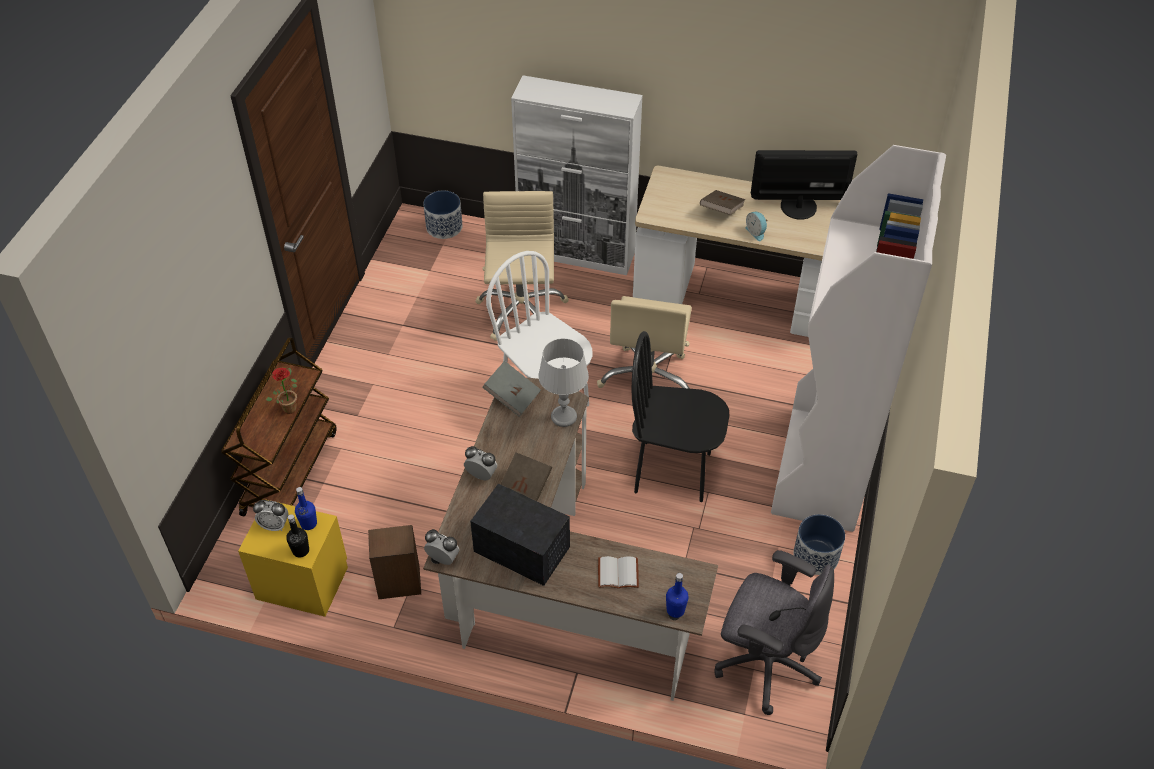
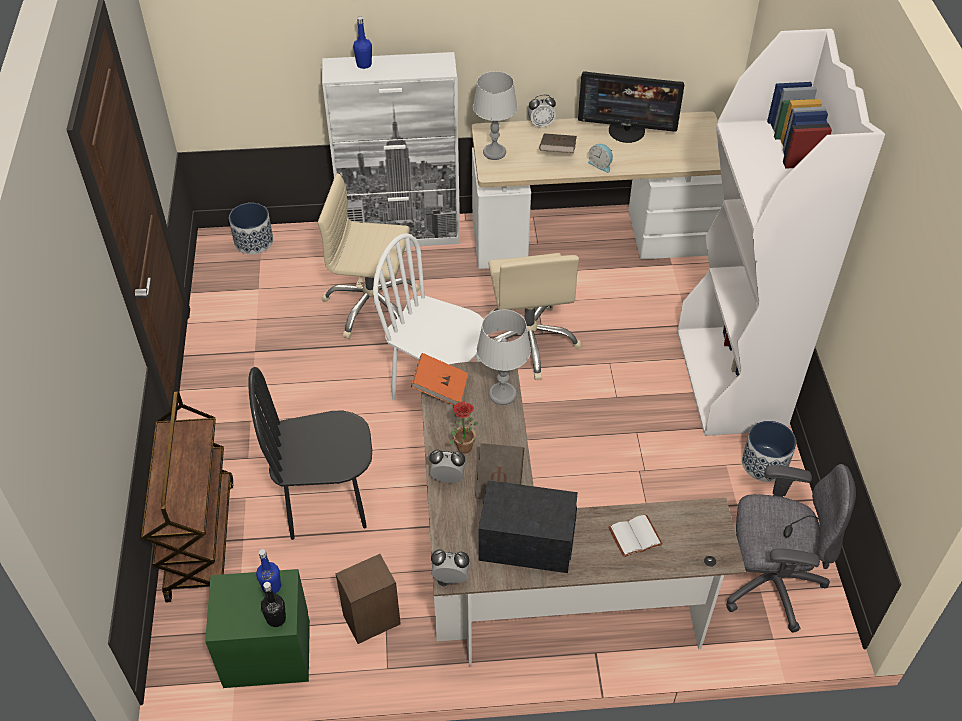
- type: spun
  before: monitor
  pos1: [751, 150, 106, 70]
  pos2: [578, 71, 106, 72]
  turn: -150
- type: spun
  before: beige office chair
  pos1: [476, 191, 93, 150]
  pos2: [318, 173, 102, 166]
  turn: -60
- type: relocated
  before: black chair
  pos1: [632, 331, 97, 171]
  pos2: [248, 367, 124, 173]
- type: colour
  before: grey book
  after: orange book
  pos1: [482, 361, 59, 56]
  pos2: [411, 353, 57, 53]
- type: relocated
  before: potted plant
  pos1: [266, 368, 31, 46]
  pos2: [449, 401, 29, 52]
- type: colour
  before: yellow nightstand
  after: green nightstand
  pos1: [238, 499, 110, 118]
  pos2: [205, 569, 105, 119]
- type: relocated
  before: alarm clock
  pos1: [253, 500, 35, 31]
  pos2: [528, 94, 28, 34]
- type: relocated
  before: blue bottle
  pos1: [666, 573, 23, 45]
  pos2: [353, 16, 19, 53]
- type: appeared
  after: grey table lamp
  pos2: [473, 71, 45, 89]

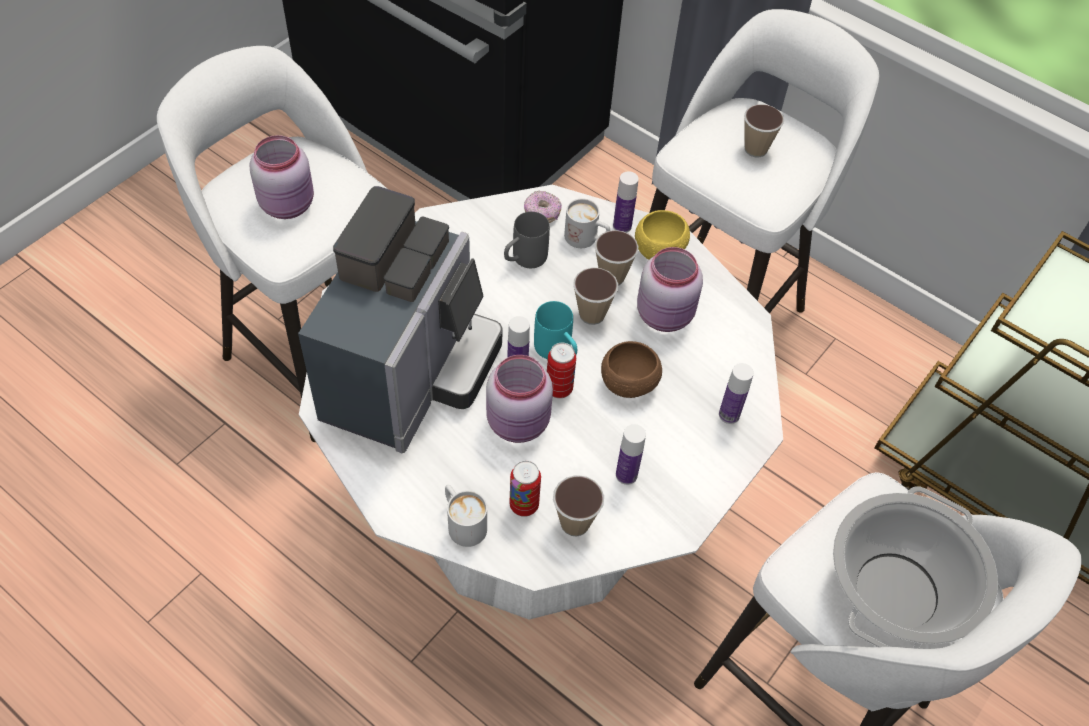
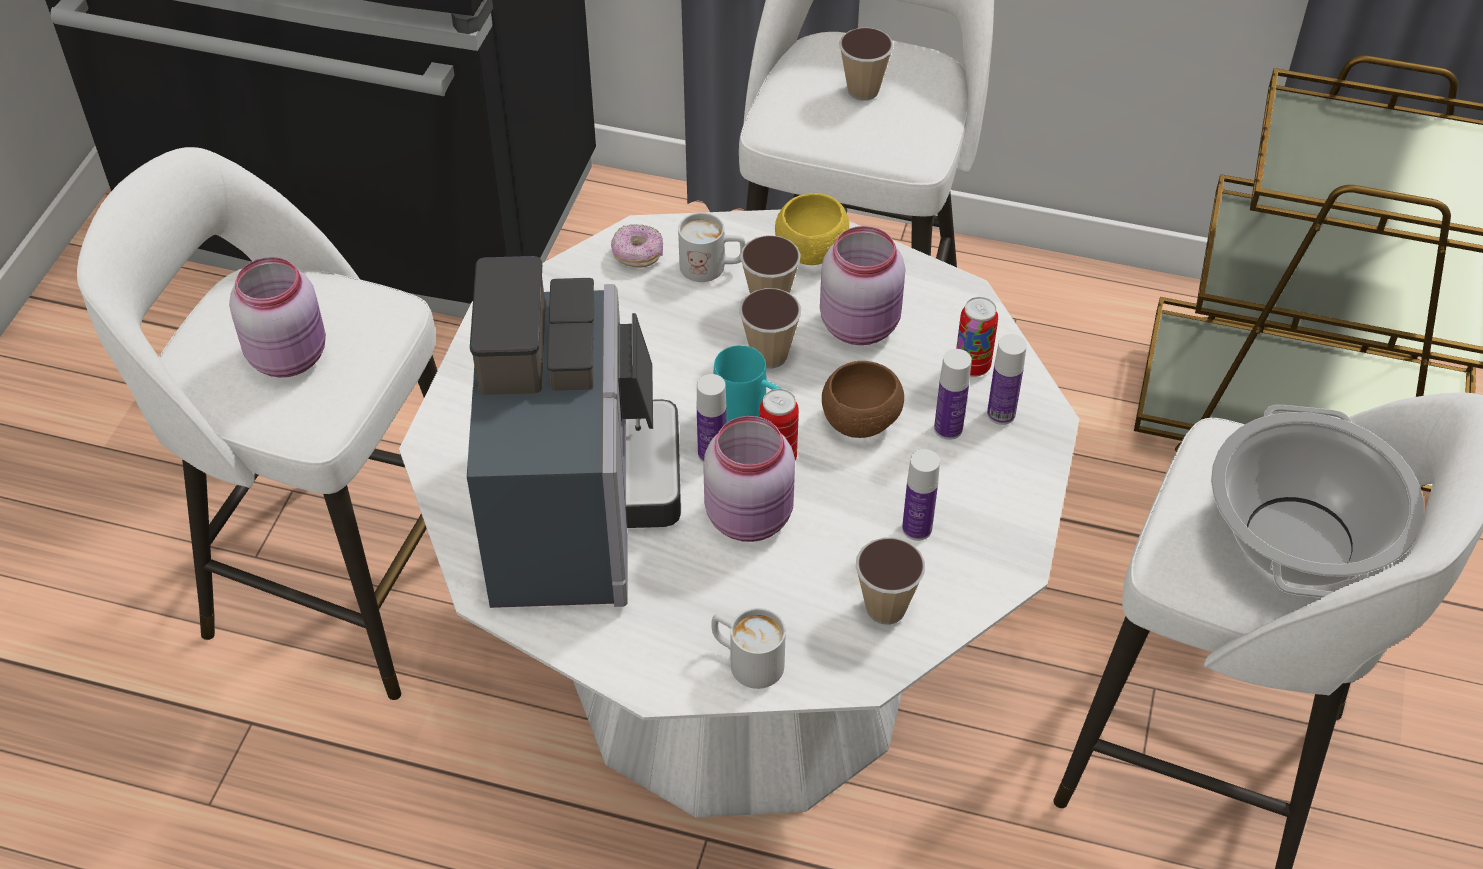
- type: relocated
  before: bottle
  pos1: [613, 171, 26, 62]
  pos2: [934, 349, 38, 91]
- type: missing
  before: grey mug
  pos1: [504, 212, 46, 56]
- type: relocated
  before: can
  pos1: [509, 461, 32, 56]
  pos2: [956, 297, 42, 80]

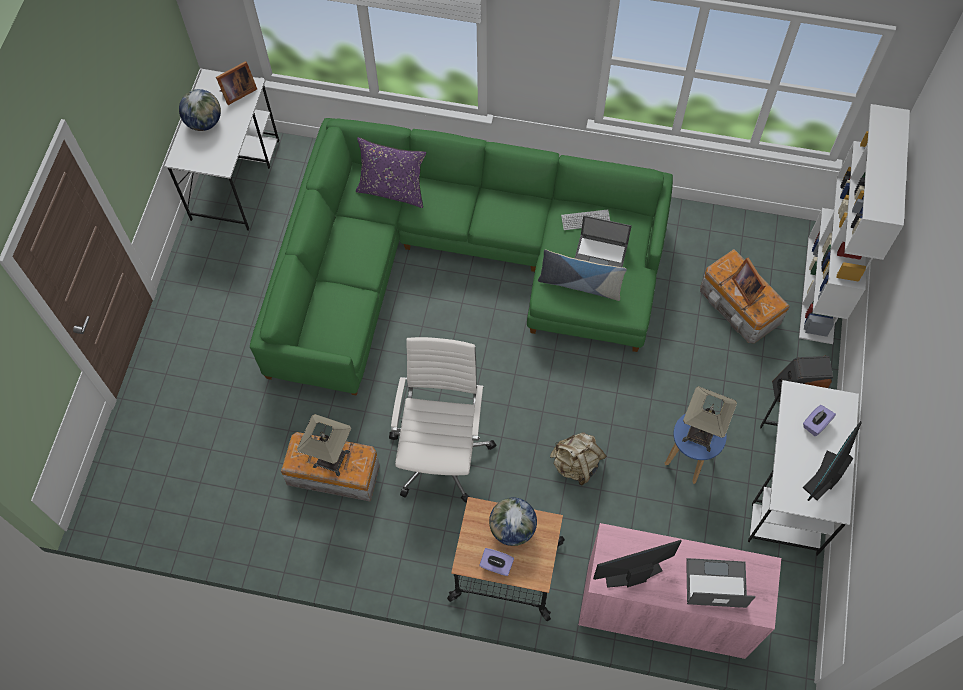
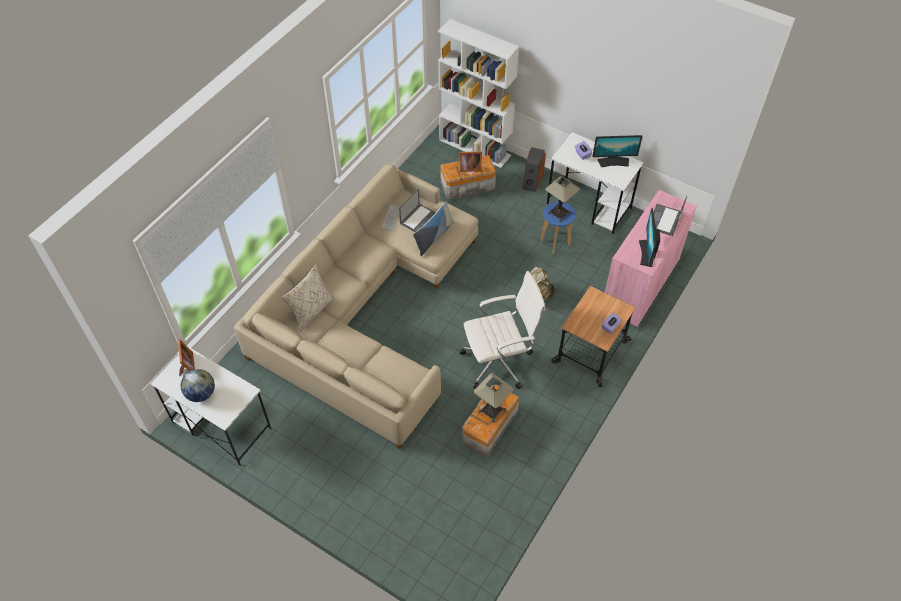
- type: colour
  before: green sofa
  after: beige sofa
  pos1: [250, 118, 423, 278]
  pos2: [234, 164, 244, 285]
- type: colour
  before: purple pillow
  after: beige pillow
  pos1: [356, 137, 70, 71]
  pos2: [281, 263, 54, 69]
- type: spun
  before: white office chair
  pos1: [389, 337, 107, 166]
  pos2: [460, 271, 85, 118]
  turn: 135
- type: spun
  before: monitor
  pos1: [803, 421, 59, 80]
  pos2: [592, 135, 51, 32]
  turn: -60
- type: missing
  before: globe
  pos1: [489, 498, 48, 48]

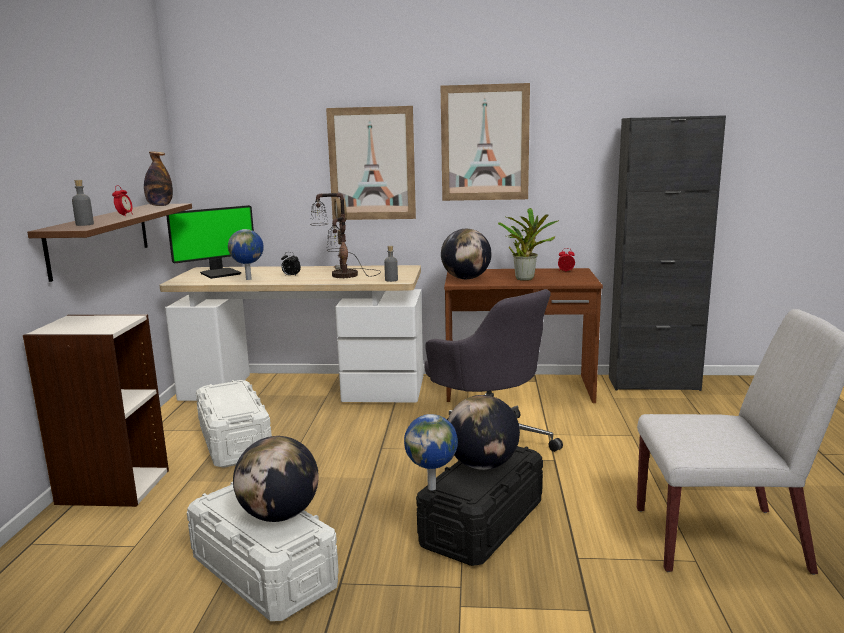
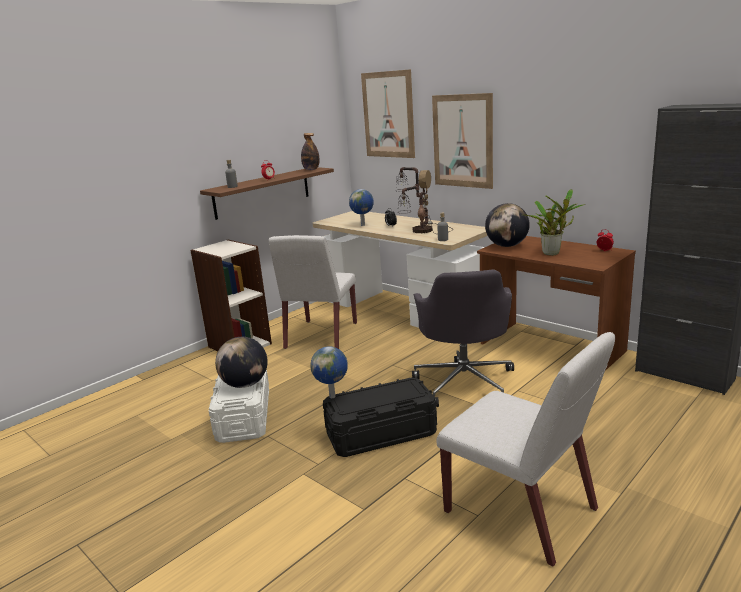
- type: relocated
  before: picture
  pos1: [441, 83, 89, 118]
  pos2: [361, 69, 54, 89]
- type: missing
  before: monitor
  pos1: [166, 205, 88, 74]
- type: exchanged
  before: white storage box
  after: white chair
  pos1: [196, 380, 76, 88]
  pos2: [269, 235, 88, 114]
- type: missing
  before: globe
  pos1: [448, 395, 72, 75]

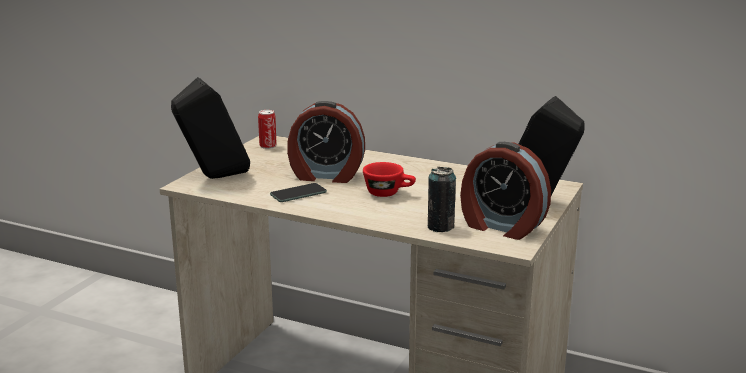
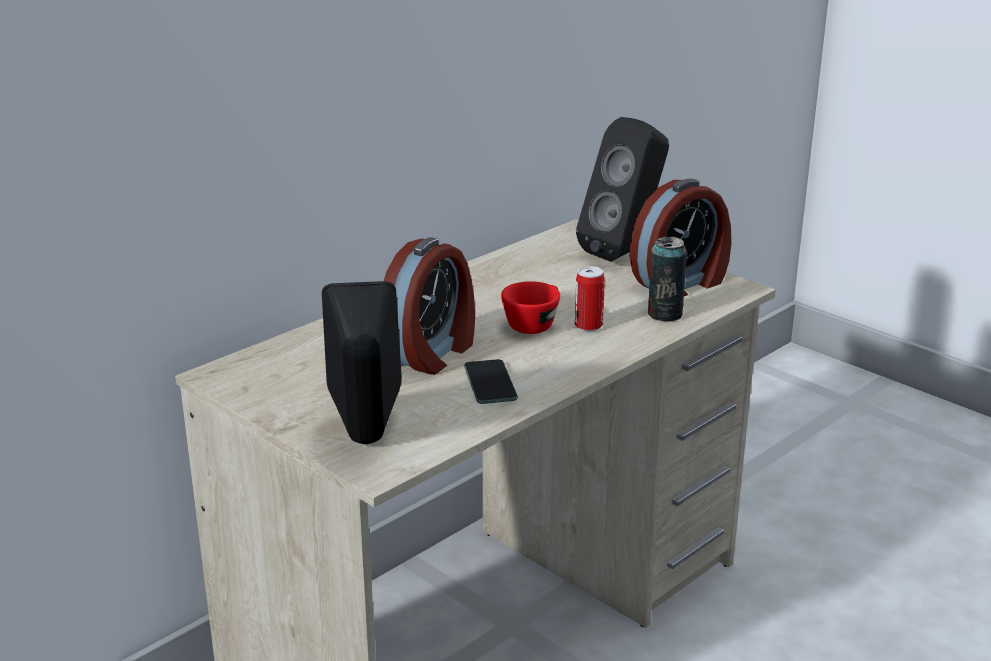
- type: relocated
  before: can
  pos1: [258, 110, 19, 39]
  pos2: [575, 266, 30, 65]

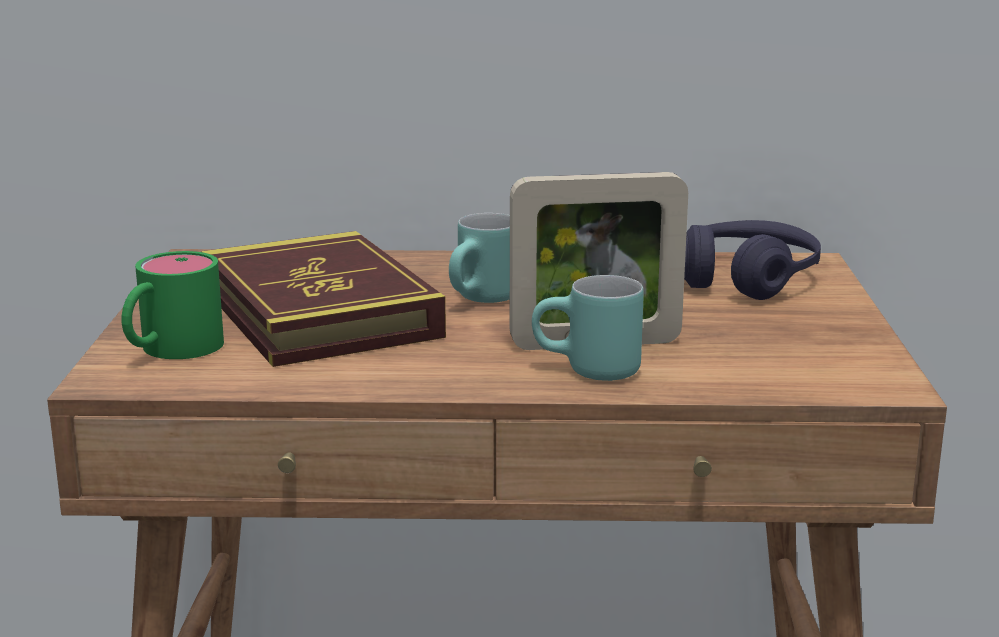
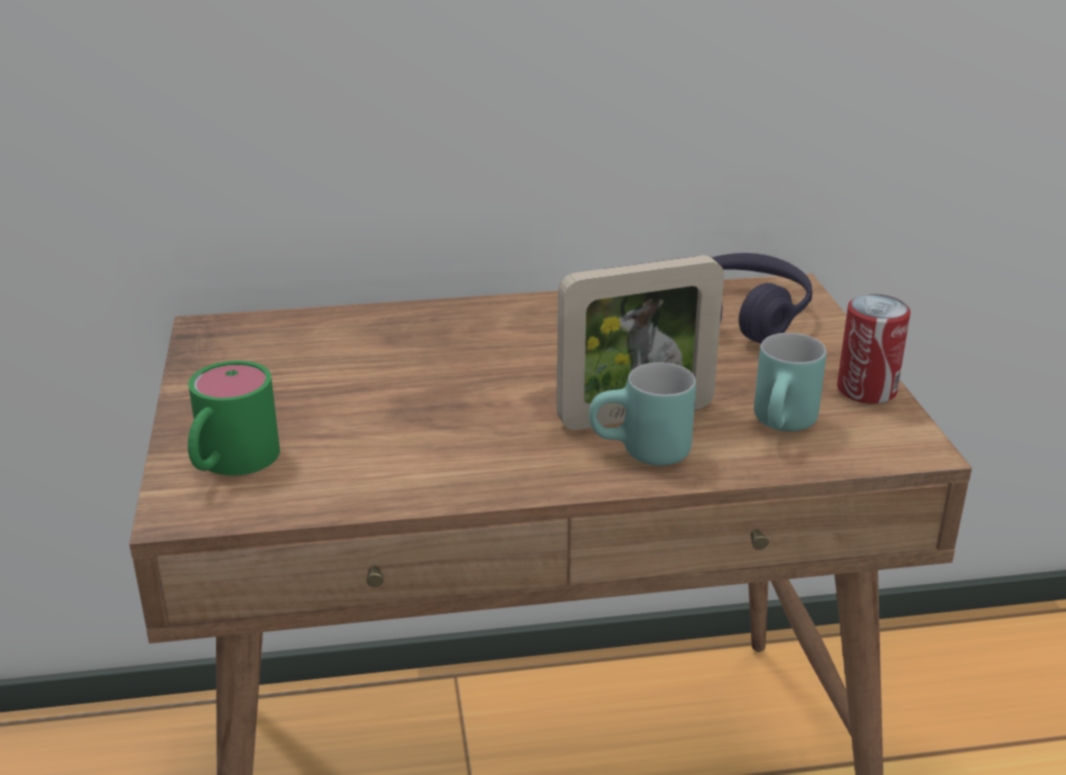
- type: relocated
  before: turquoise mug
  pos1: [449, 213, 61, 90]
  pos2: [754, 333, 72, 99]
- type: missing
  before: book
  pos1: [201, 231, 245, 136]
- type: appeared
  after: can
  pos2: [837, 294, 74, 110]

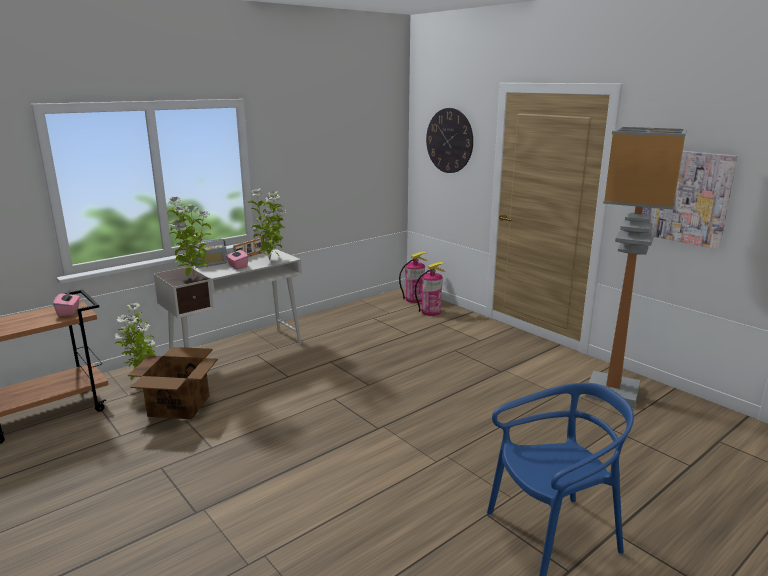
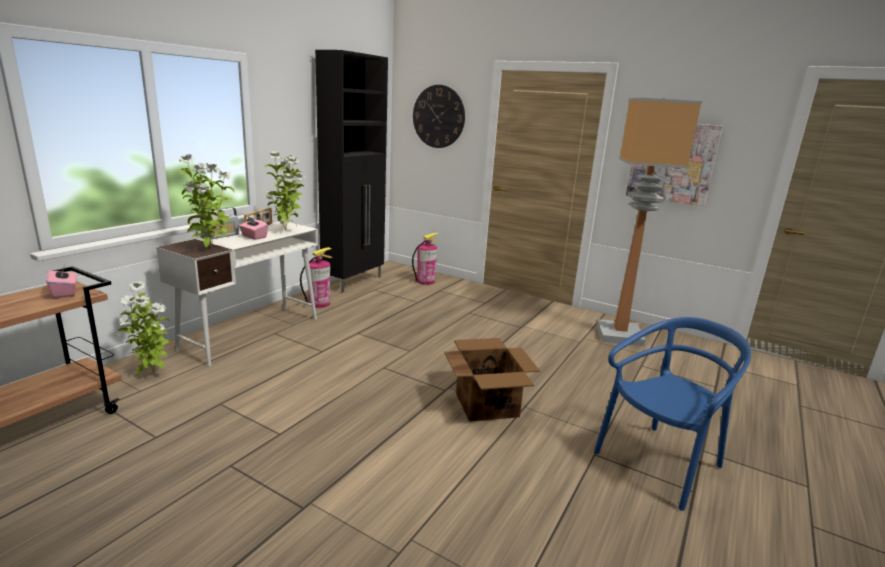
- type: relocated
  before: fire extinguisher
  pos1: [399, 252, 29, 51]
  pos2: [300, 247, 33, 61]
- type: relocated
  before: cardboard box
  pos1: [128, 347, 90, 72]
  pos2: [445, 338, 95, 84]
- type: appeared
  after: black cabinet
  pos2: [315, 50, 73, 243]

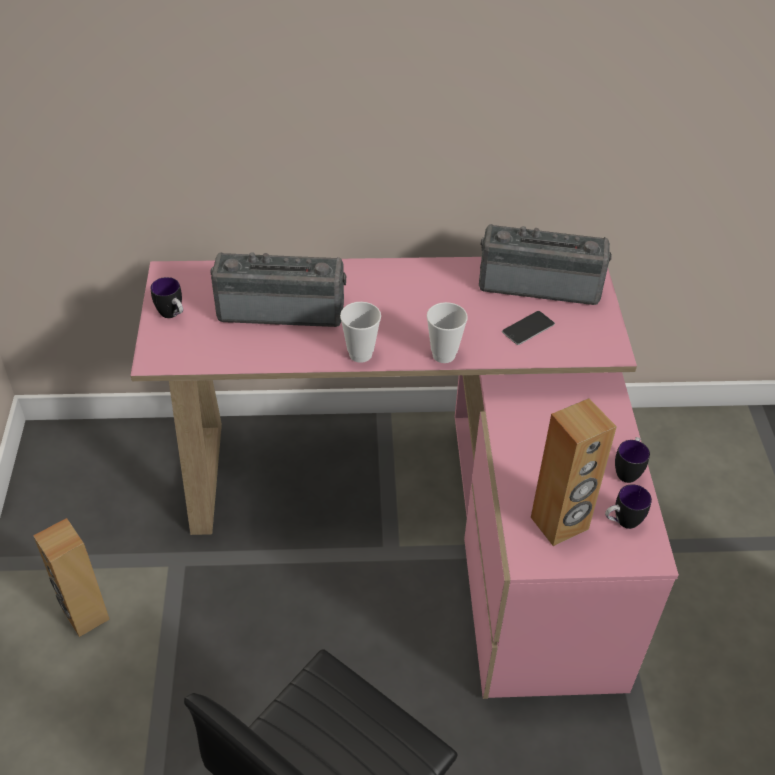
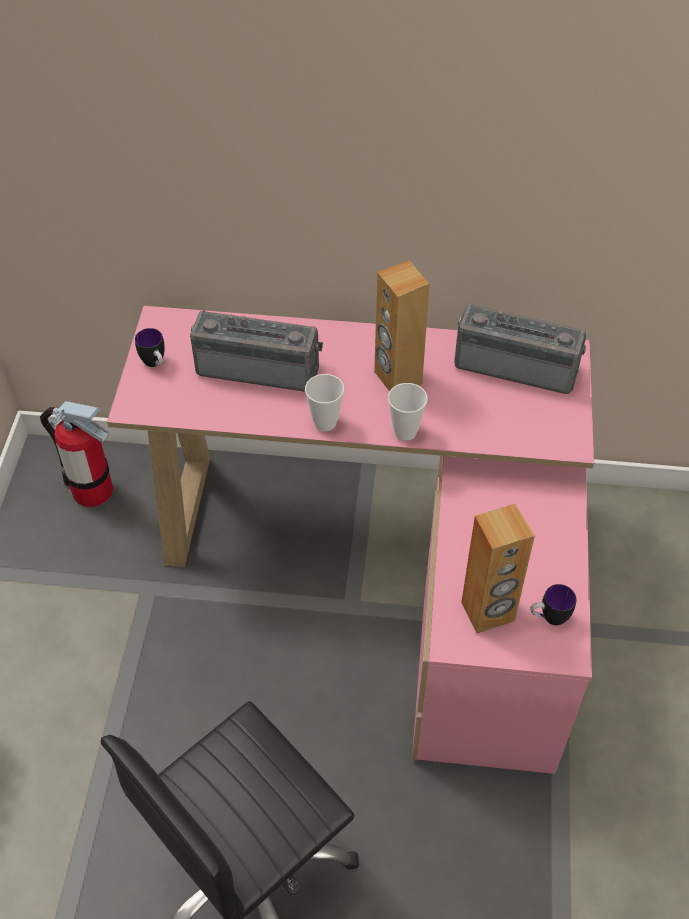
- type: missing
  before: phone
  pos1: [502, 311, 53, 34]
- type: missing
  before: mug
  pos1: [615, 437, 35, 46]
- type: relocated
  before: brown speaker
  pos1: [33, 518, 77, 119]
  pos2: [374, 260, 56, 131]
- type: appeared
  after: fire extinguisher
  pos2: [40, 401, 73, 106]

